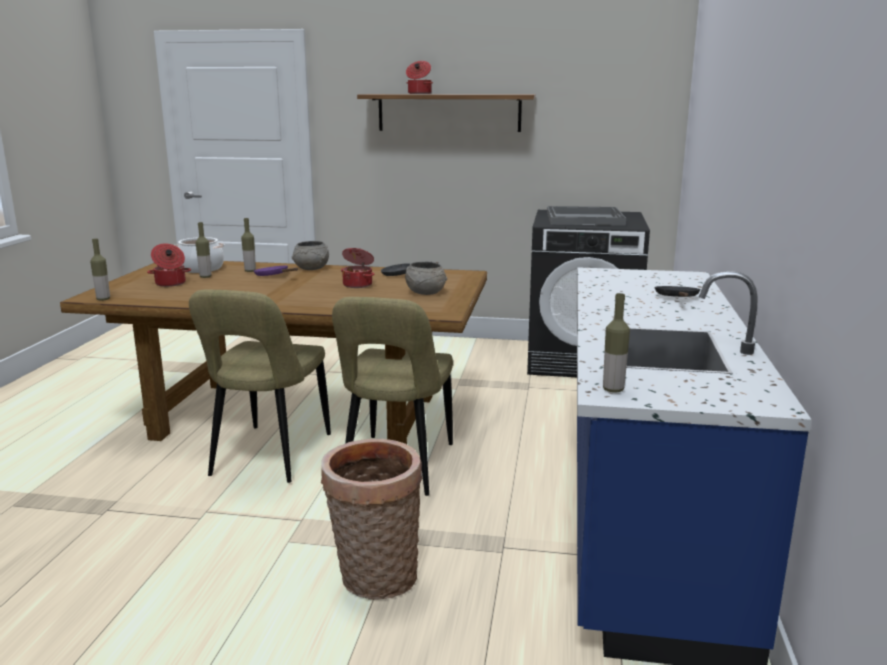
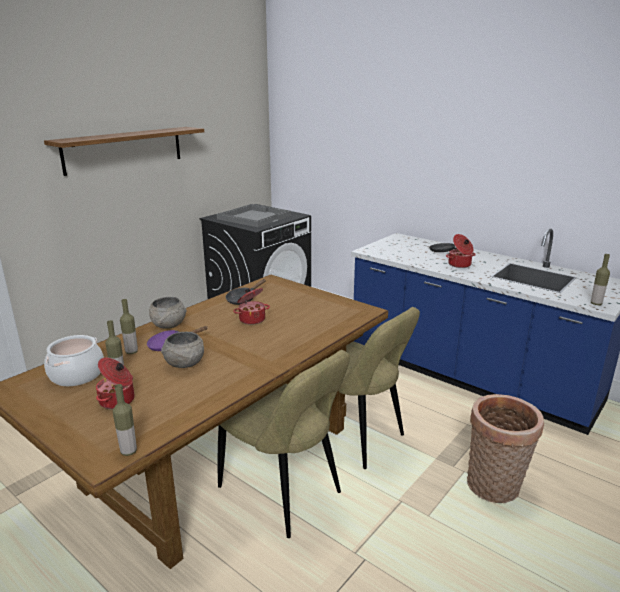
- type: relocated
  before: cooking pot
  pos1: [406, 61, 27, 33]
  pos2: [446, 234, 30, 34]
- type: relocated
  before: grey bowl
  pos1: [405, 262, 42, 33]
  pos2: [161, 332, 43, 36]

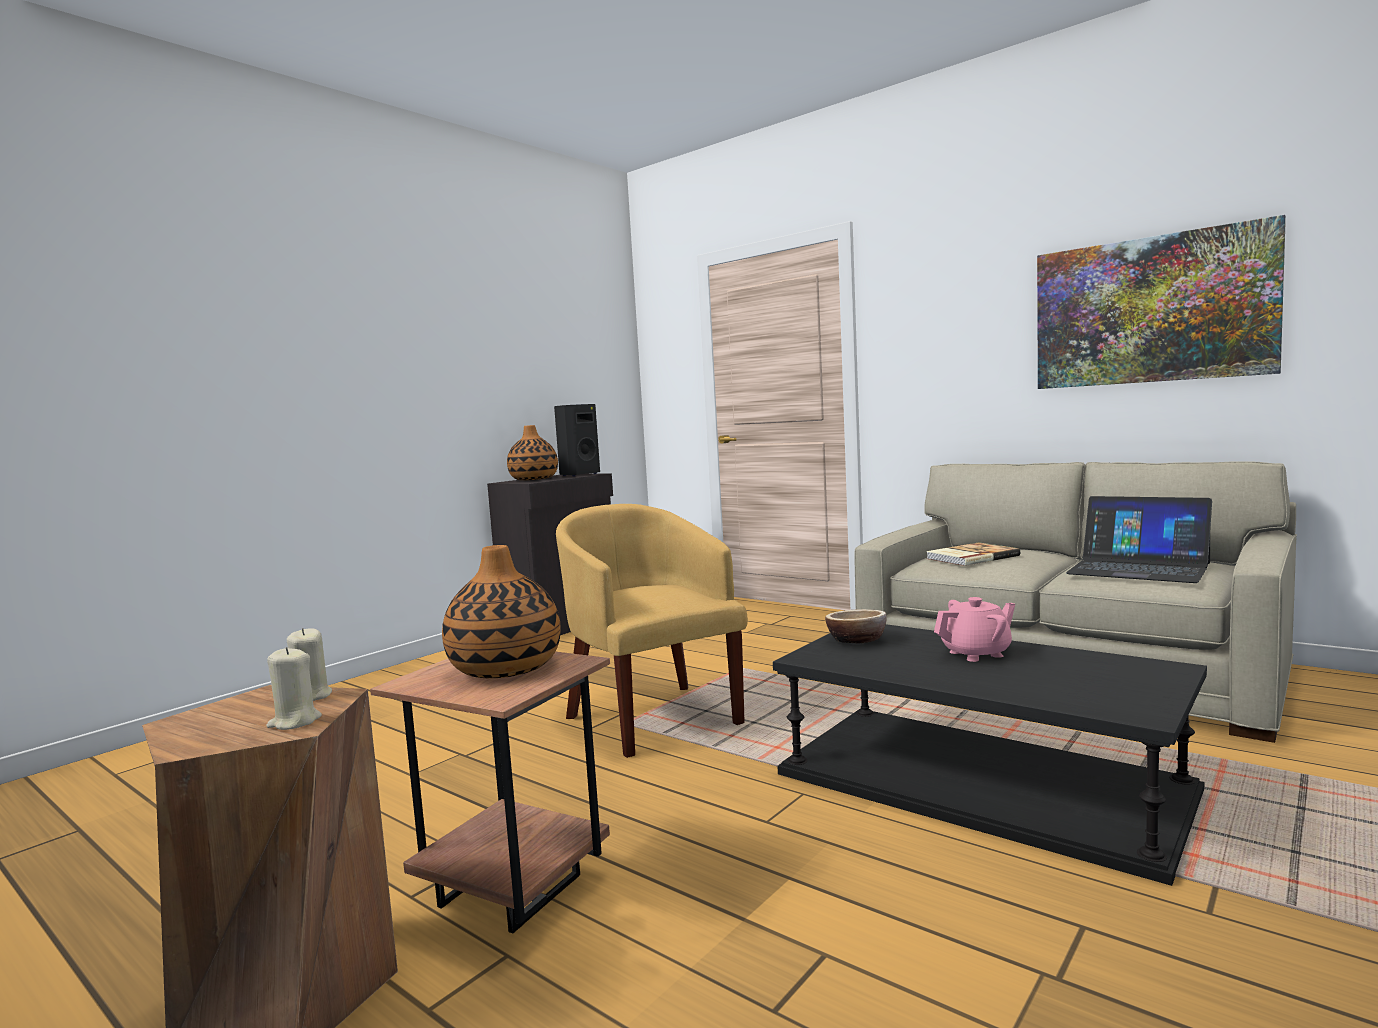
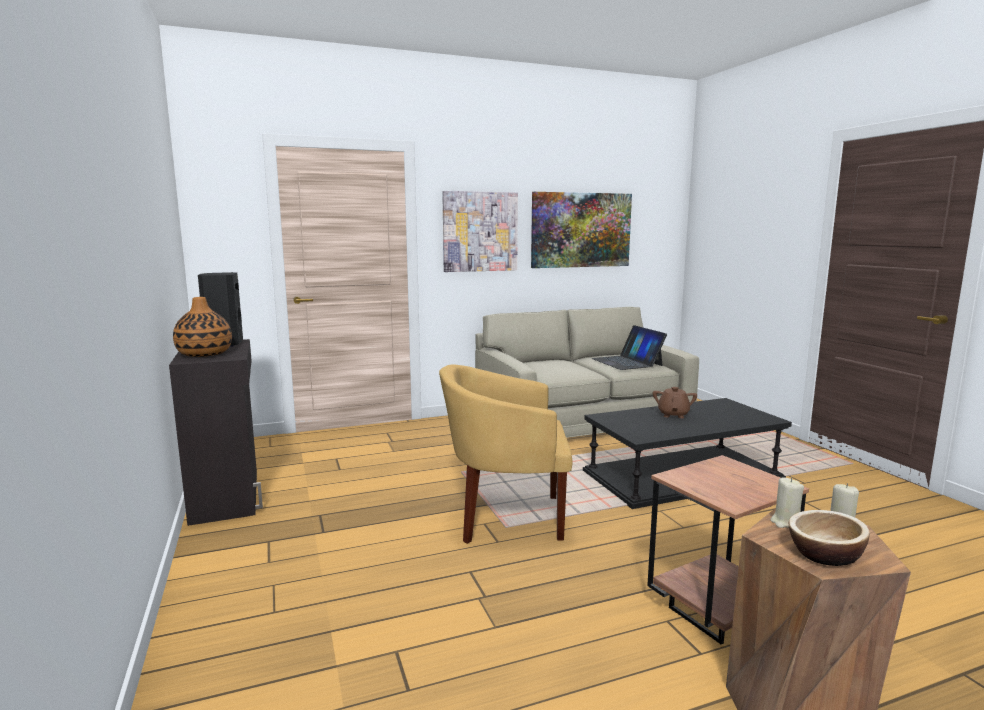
- type: spun
  before: laptop
  pos1: [1066, 496, 146, 87]
  pos2: [591, 325, 76, 45]
  turn: 90
- type: missing
  before: book
  pos1: [926, 542, 94, 24]
- type: missing
  before: vase
  pos1: [442, 545, 119, 133]
- type: colour
  before: pink teapot
  after: brown teapot
  pos1: [934, 597, 81, 65]
  pos2: [653, 387, 44, 31]
- type: relocated
  before: bowl
  pos1: [825, 609, 62, 35]
  pos2: [789, 510, 81, 56]
- type: appeared
  after: picture
  pos2: [442, 191, 76, 81]

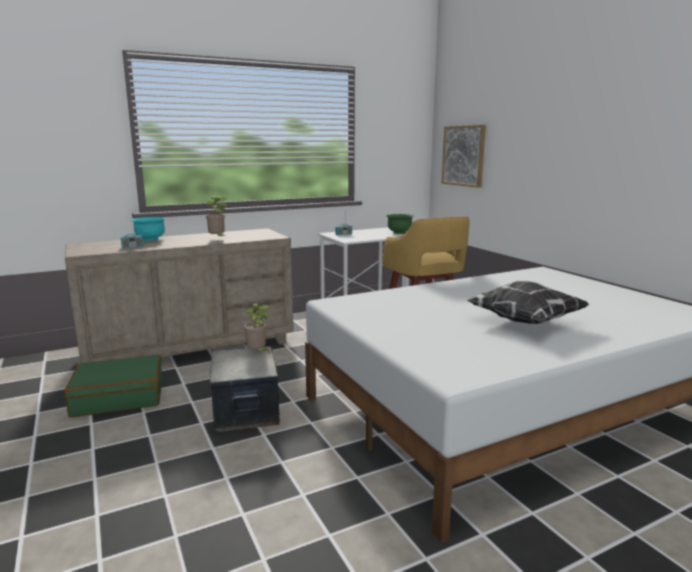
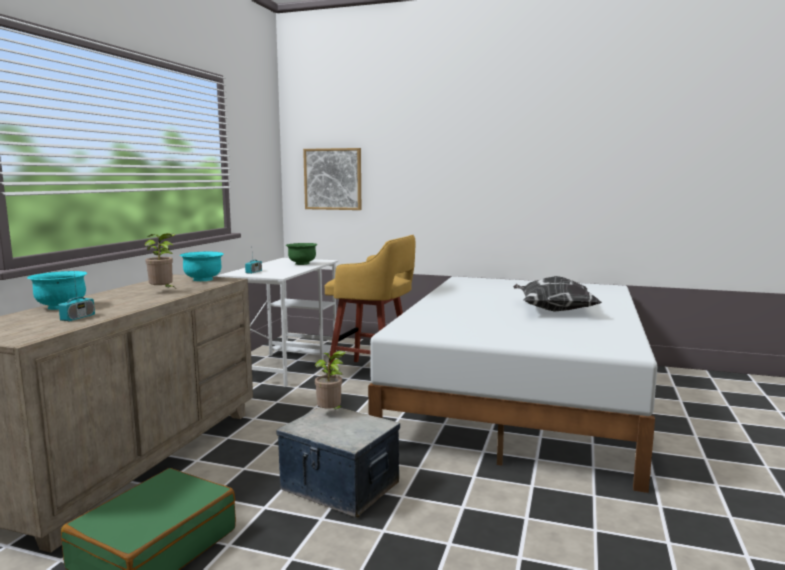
- type: appeared
  after: turquoise bowl
  pos2: [180, 252, 44, 29]

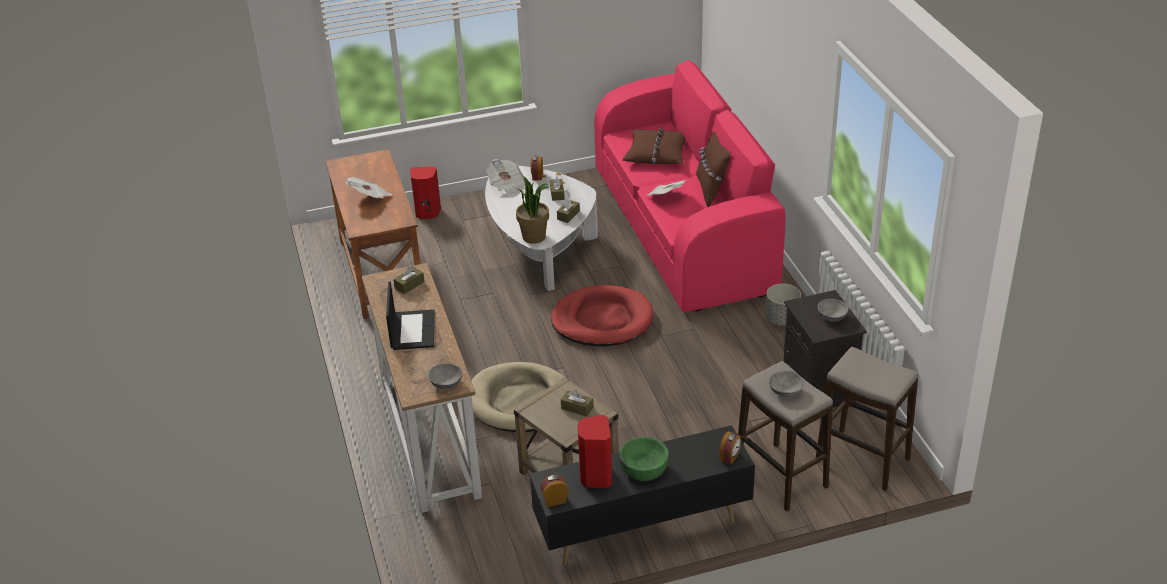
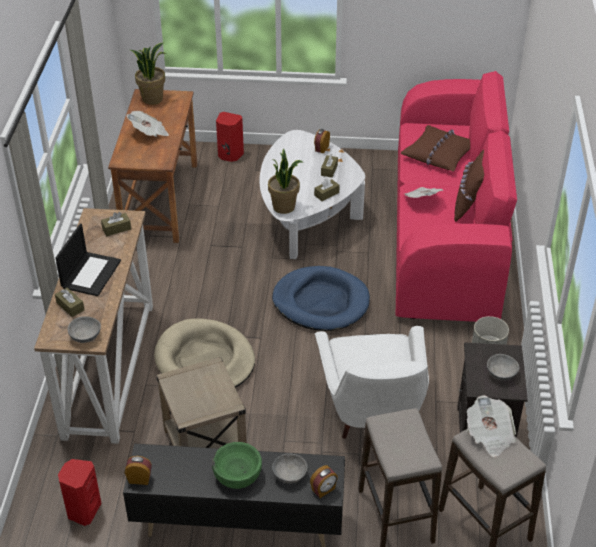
- type: relocated
  before: newspaper
  pos1: [486, 159, 39, 38]
  pos2: [467, 395, 49, 62]
- type: colour
  before: red dog bed
  after: blue dog bed
  pos1: [551, 285, 103, 62]
  pos2: [272, 266, 98, 65]
- type: relocated
  before: grey bowl
  pos1: [769, 371, 35, 26]
  pos2: [272, 454, 36, 29]
- type: relocated
  before: brown tissue box
  pos1: [561, 390, 33, 27]
  pos2: [55, 288, 30, 29]
- type: relocated
  before: red speaker
  pos1: [578, 415, 34, 73]
  pos2: [58, 459, 43, 67]
- type: appeared
  after: potted plant
  pos2: [130, 43, 37, 62]
- type: appeared
  after: white armchair
  pos2: [314, 326, 115, 113]

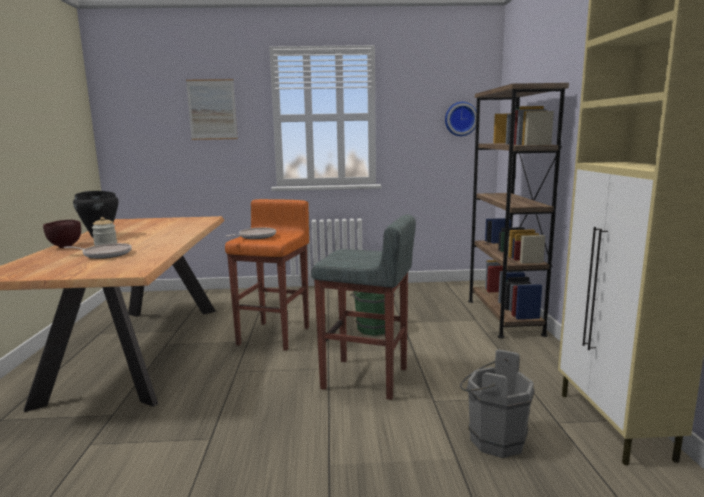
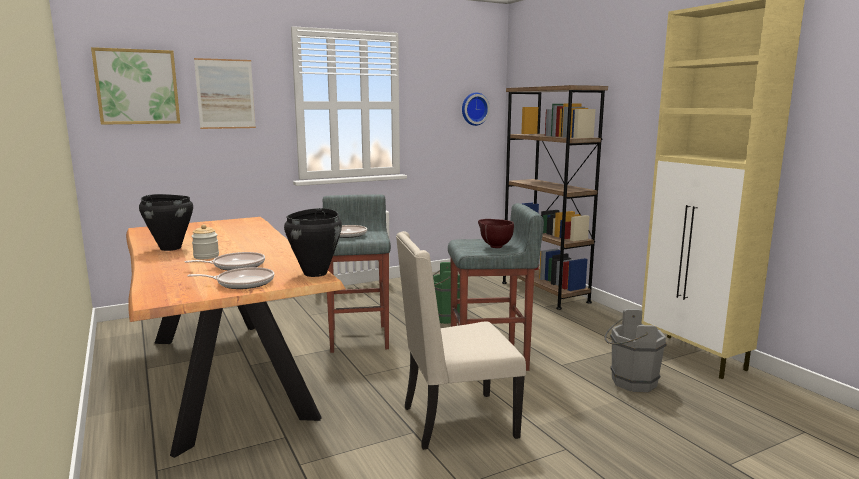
- type: colour
  before: orange stool
  after: grey stool
  pos1: [225, 199, 84, 152]
  pos2: [323, 194, 68, 159]
- type: relocated
  before: brown bowl
  pos1: [43, 220, 38, 28]
  pos2: [478, 219, 36, 29]
- type: appeared
  after: picture
  pos2: [91, 47, 89, 78]
- type: appeared
  after: black cooking pot
  pos2: [284, 208, 58, 69]
- type: appeared
  after: beige chair
  pos2: [396, 231, 130, 219]
- type: appeared
  after: frying pan
  pos2: [187, 267, 87, 22]

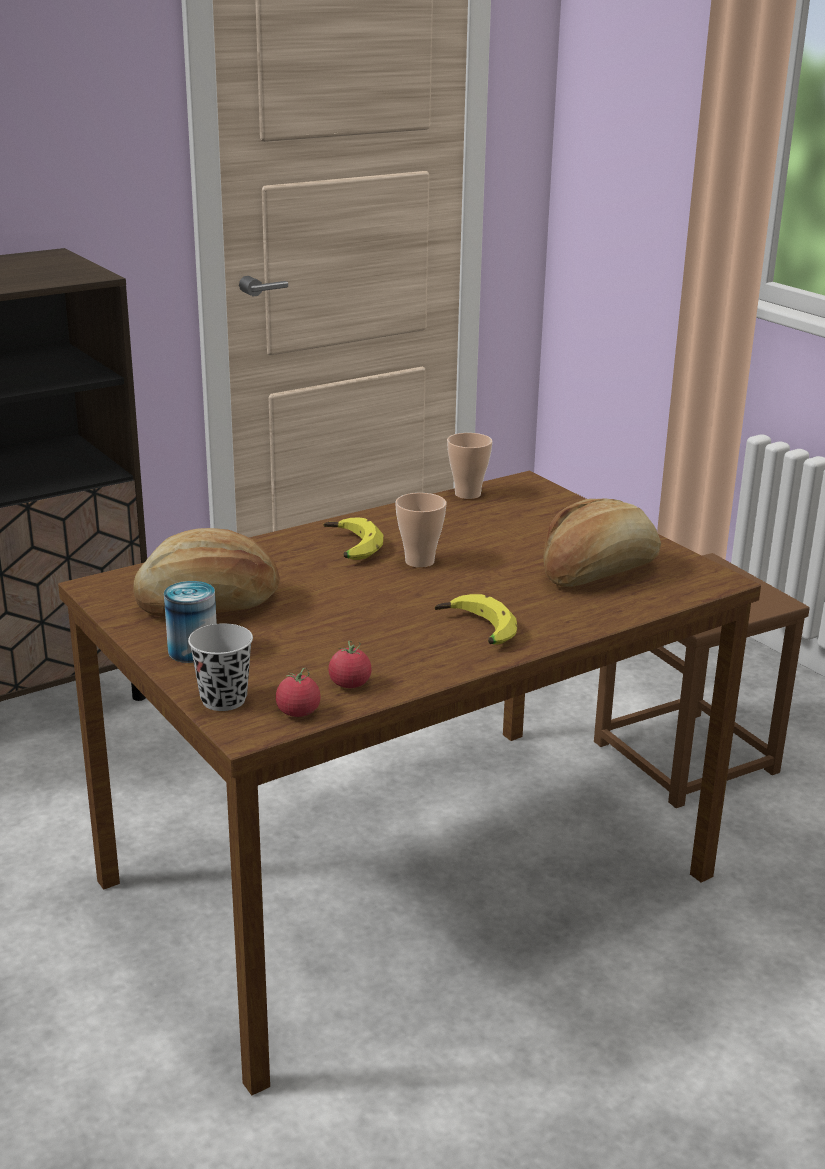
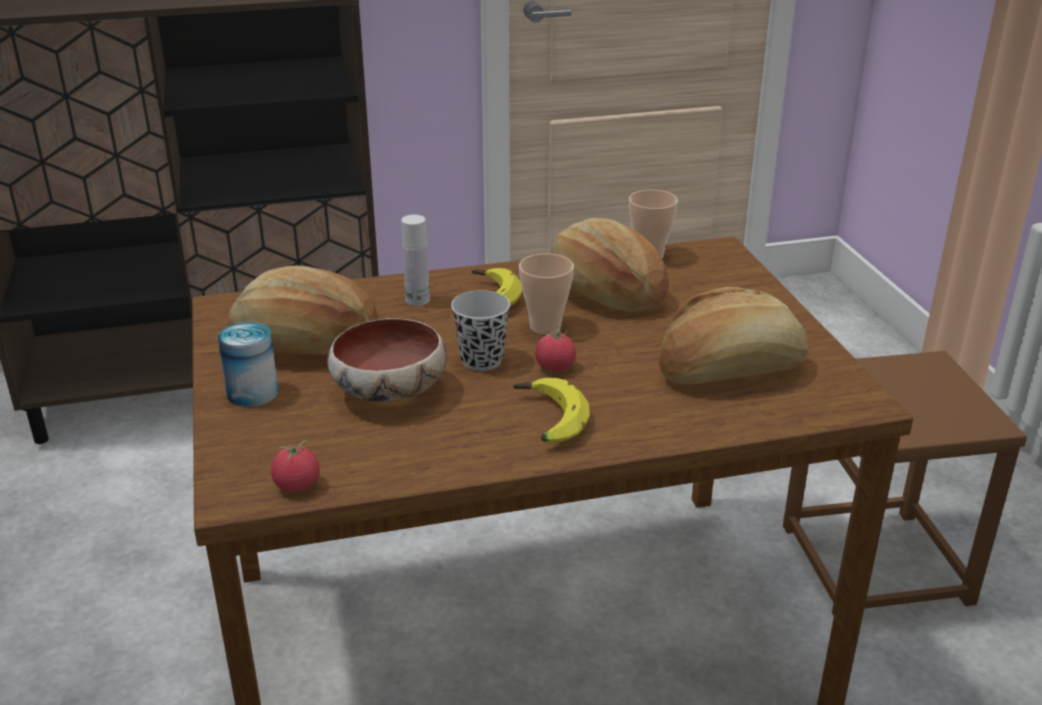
- type: relocated
  before: black cup
  pos1: [188, 623, 65, 88]
  pos2: [451, 290, 59, 81]
- type: relocated
  before: tomato
  pos1: [329, 640, 43, 48]
  pos2: [535, 326, 41, 45]
- type: appeared
  after: white bottle
  pos2: [401, 215, 29, 91]
- type: appeared
  after: bread
  pos2: [549, 218, 120, 94]
- type: appeared
  after: bowl
  pos2: [327, 318, 120, 84]

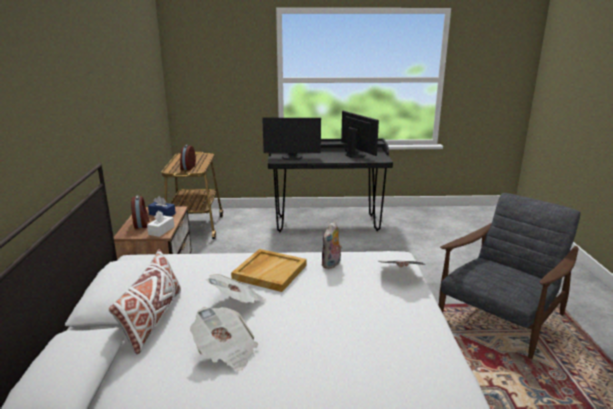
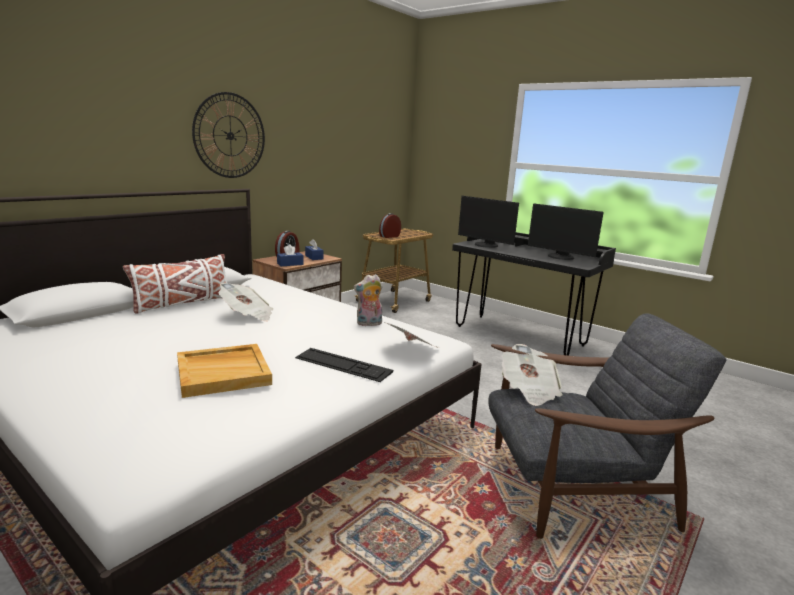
- type: spun
  before: monitor
  pos1: [341, 111, 38, 47]
  pos2: [528, 203, 76, 57]
  turn: 120
- type: colour
  before: white tissue box
  after: blue tissue box
  pos1: [147, 211, 27, 26]
  pos2: [277, 244, 26, 22]
- type: relocated
  before: beige tray
  pos1: [231, 249, 76, 43]
  pos2: [177, 344, 95, 54]
- type: relocated
  before: newspaper
  pos1: [190, 307, 68, 64]
  pos2: [502, 344, 60, 62]
- type: appeared
  after: wall clock
  pos2: [192, 92, 73, 86]
- type: appeared
  after: keyboard
  pos2: [295, 348, 98, 34]

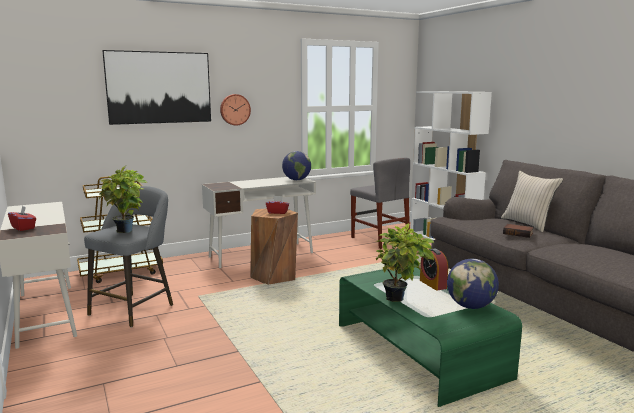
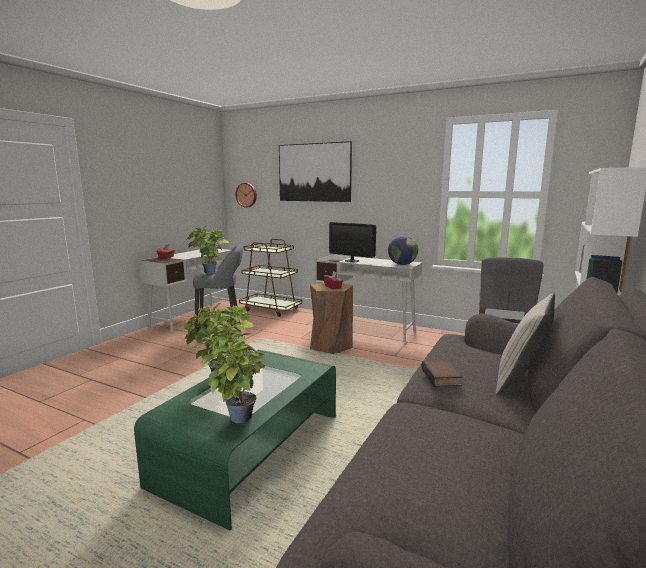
- type: relocated
  before: wall clock
  pos1: [220, 94, 31, 32]
  pos2: [236, 183, 21, 25]
- type: missing
  before: alarm clock
  pos1: [420, 249, 28, 42]
- type: exchanged
  before: globe
  after: potted plant
  pos1: [447, 259, 52, 50]
  pos2: [189, 322, 76, 101]
- type: appeared
  after: monitor
  pos2: [329, 222, 47, 40]

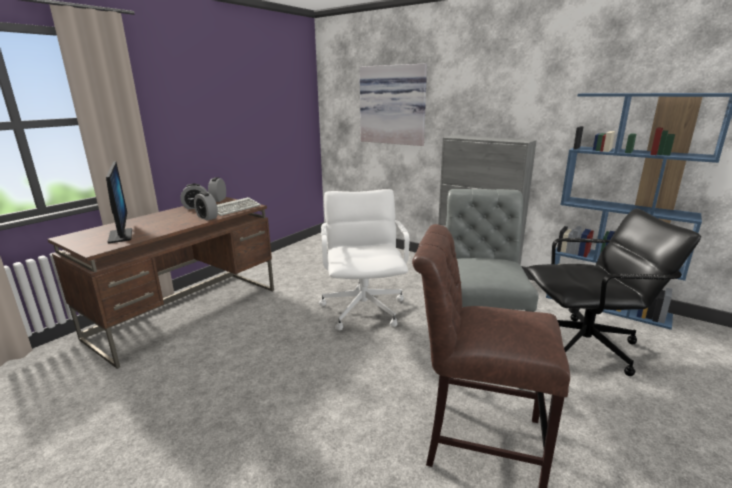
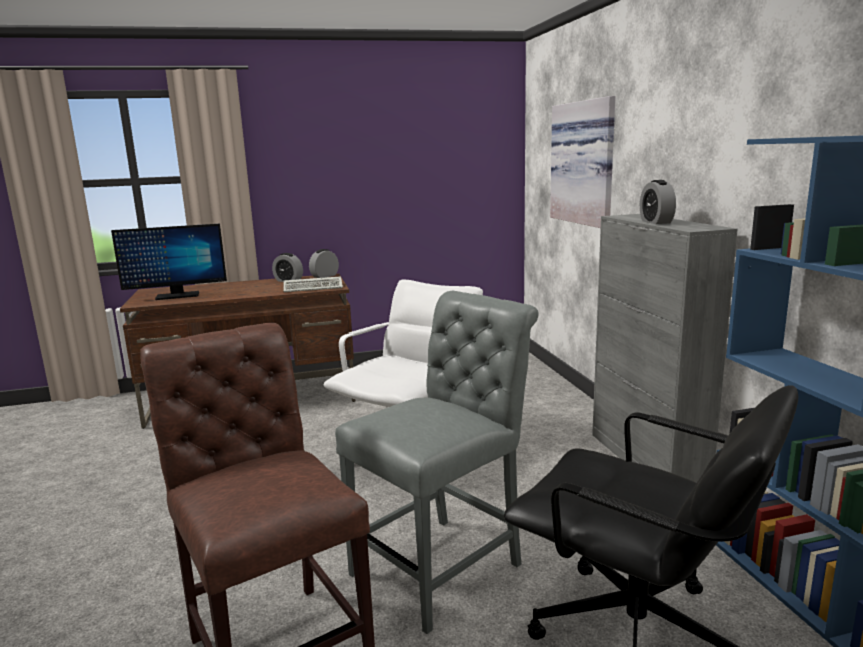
- type: spun
  before: monitor
  pos1: [106, 161, 26, 82]
  pos2: [111, 224, 116, 76]
  turn: 60
- type: relocated
  before: alarm clock
  pos1: [194, 192, 24, 29]
  pos2: [640, 180, 36, 44]

